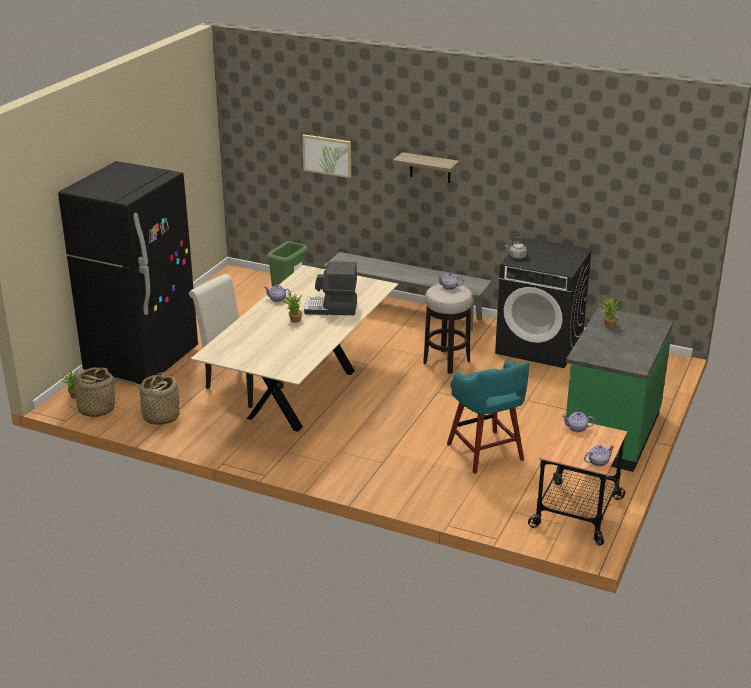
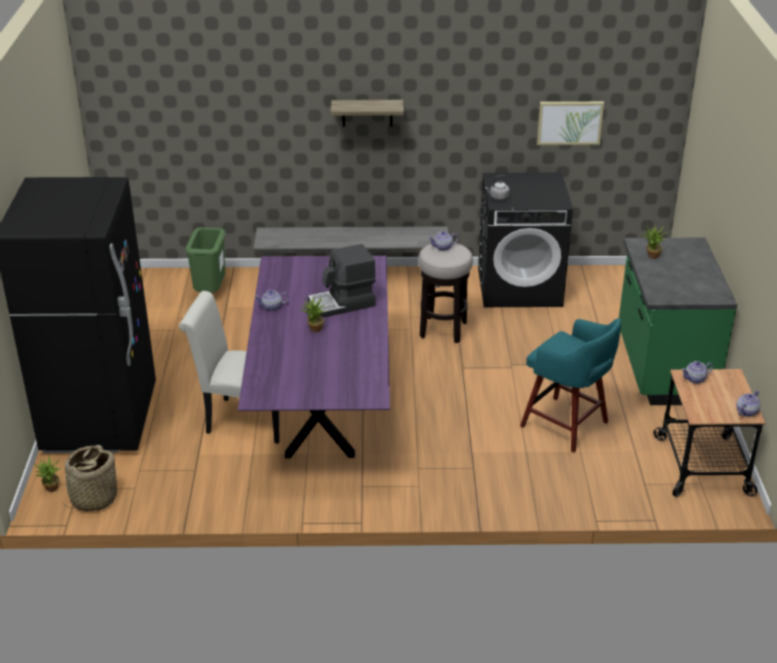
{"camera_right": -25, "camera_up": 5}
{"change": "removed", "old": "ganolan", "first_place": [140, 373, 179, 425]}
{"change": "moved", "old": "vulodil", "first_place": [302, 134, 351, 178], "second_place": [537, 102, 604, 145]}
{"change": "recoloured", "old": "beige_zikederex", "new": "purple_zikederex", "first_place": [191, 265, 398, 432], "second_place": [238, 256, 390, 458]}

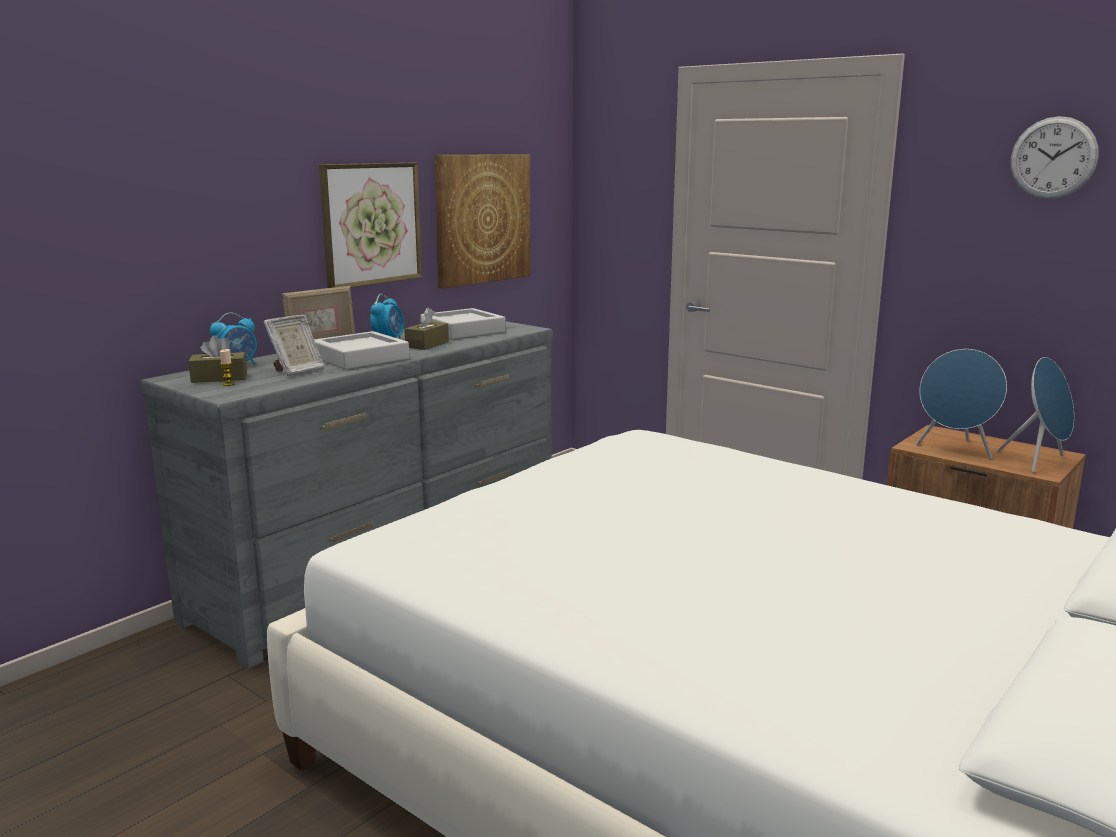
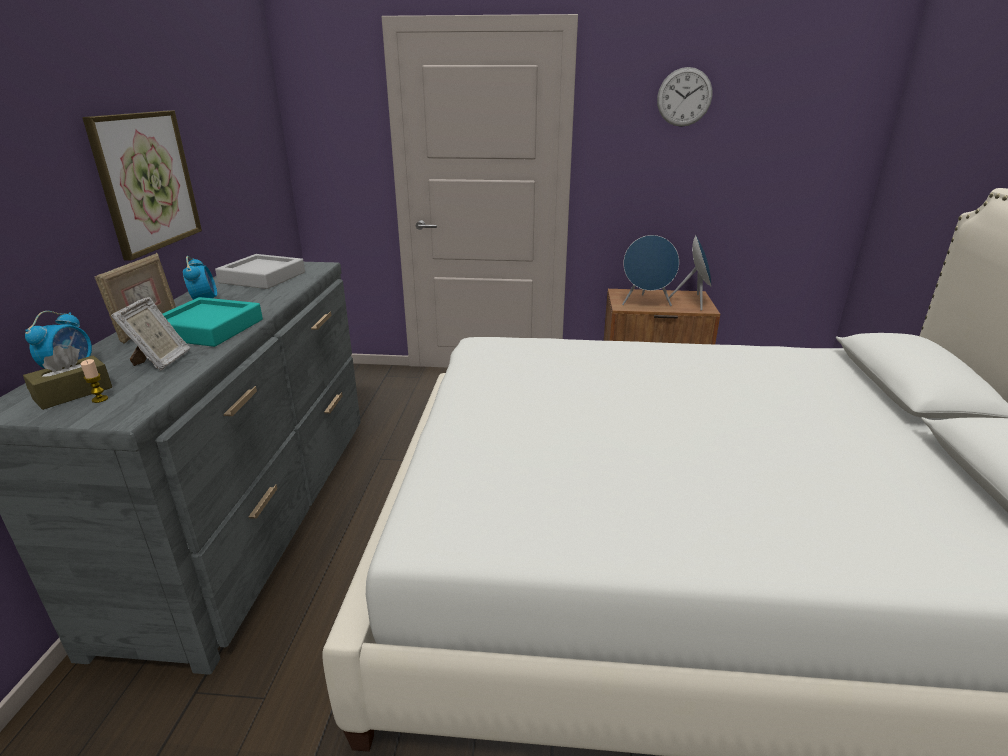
{"camera_right": -35, "camera_up": 10}
{"change": "removed", "old": "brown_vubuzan", "first_place": [404, 307, 449, 350]}
{"change": "removed", "old": "vulodil", "first_place": [435, 154, 530, 289]}
{"change": "recoloured", "old": "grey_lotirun", "new": "turquoise_lotirun", "first_place": [314, 331, 409, 370], "second_place": [163, 297, 263, 347]}

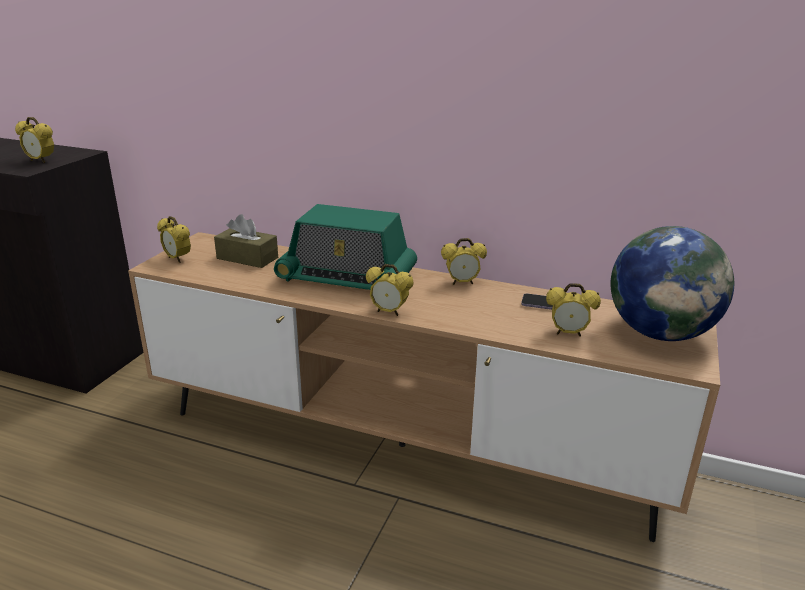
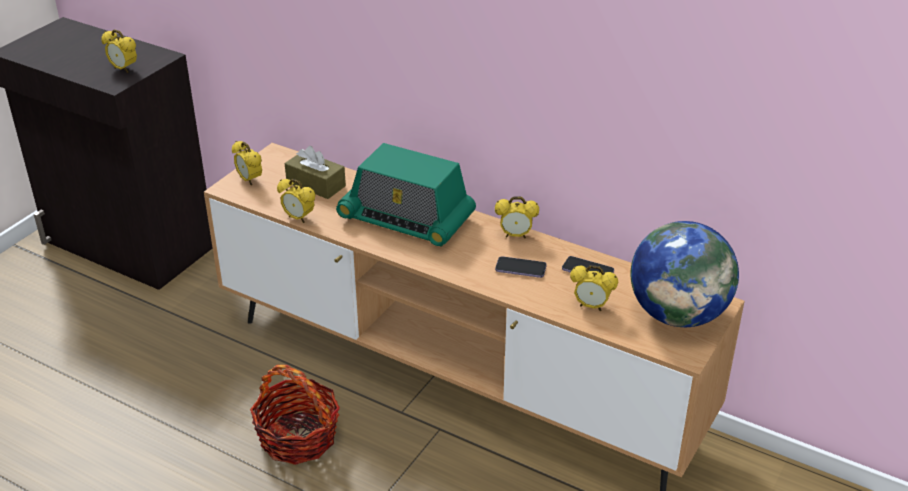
{"camera_right": 10, "camera_up": 10}
{"change": "added", "new": "ganolan", "second_place": [250, 365, 340, 465]}
{"change": "added", "new": "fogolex", "second_place": [495, 256, 547, 278]}
{"change": "moved", "old": "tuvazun", "first_place": [366, 264, 413, 316], "second_place": [277, 179, 315, 223]}

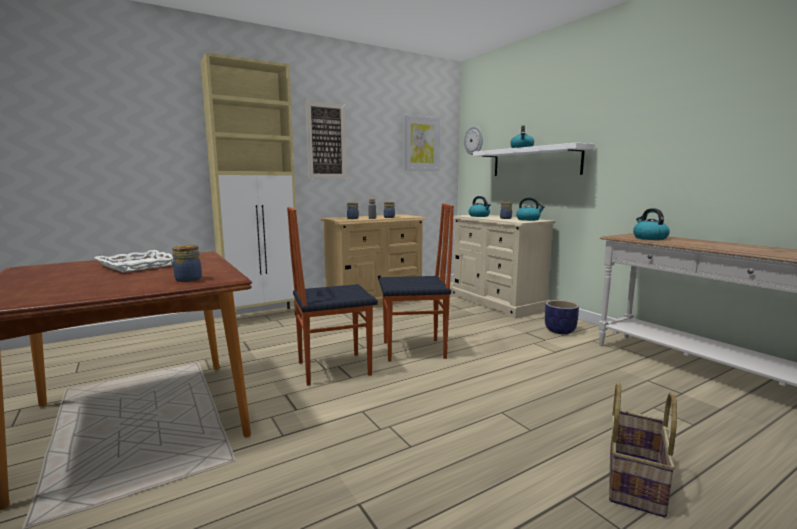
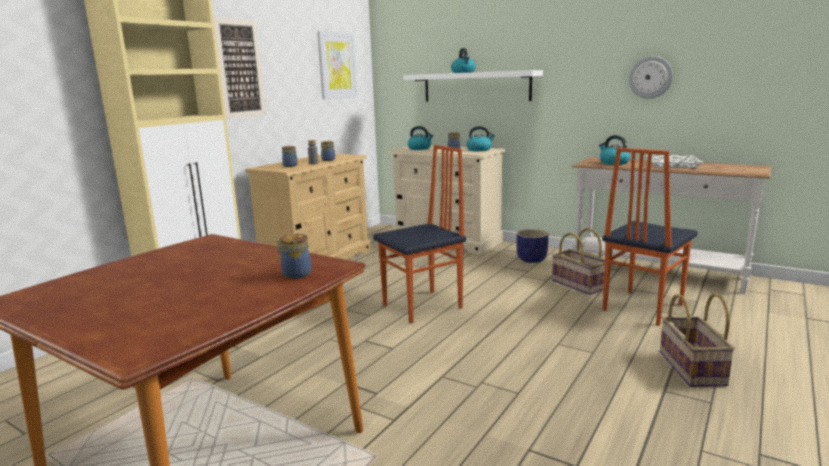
{"camera_right": -25, "camera_up": 5}
{"change": "added", "new": "ganolan", "second_place": [552, 228, 605, 295]}
{"change": "moved", "old": "white_lotirun", "first_place": [94, 250, 174, 273], "second_place": [646, 155, 704, 168]}
{"change": "moved", "old": "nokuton", "first_place": [287, 207, 378, 386], "second_place": [602, 148, 697, 326]}
{"change": "moved", "old": "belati", "first_place": [464, 126, 483, 155], "second_place": [628, 56, 673, 99]}

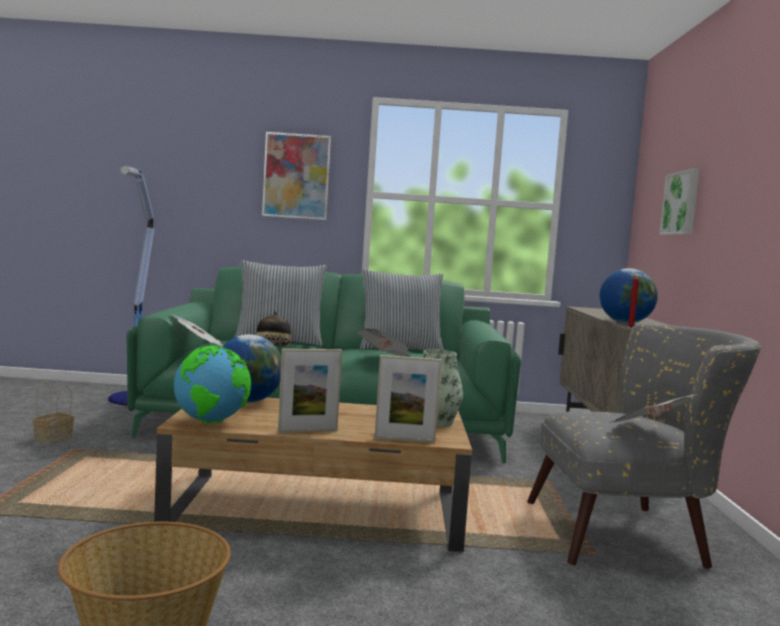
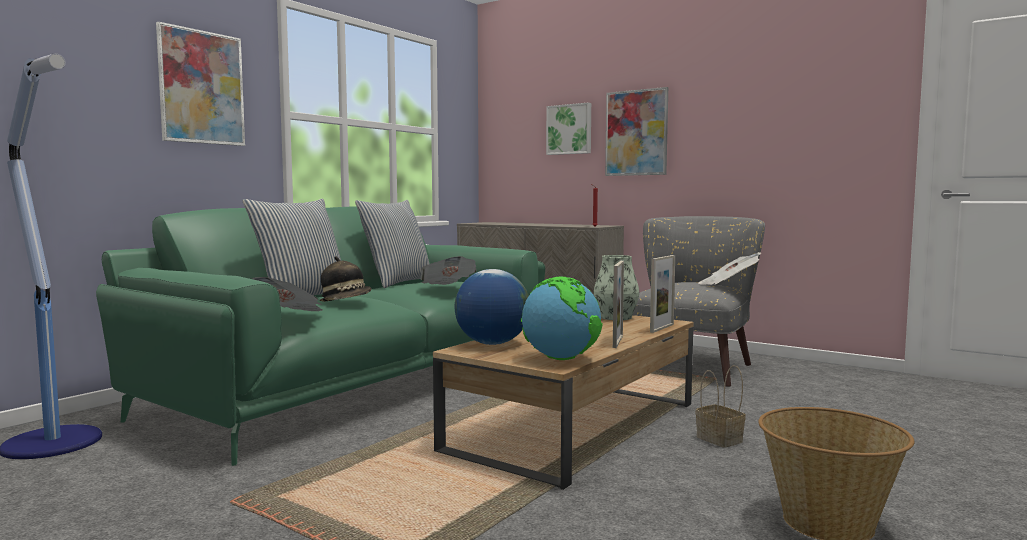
{"camera_right": -55, "camera_up": 0}
{"change": "removed", "old": "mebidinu", "first_place": [600, 268, 658, 323]}
{"change": "added", "new": "vulodil", "second_place": [605, 87, 668, 176]}
{"change": "moved", "old": "ganolan", "first_place": [33, 381, 74, 445], "second_place": [696, 365, 746, 448]}

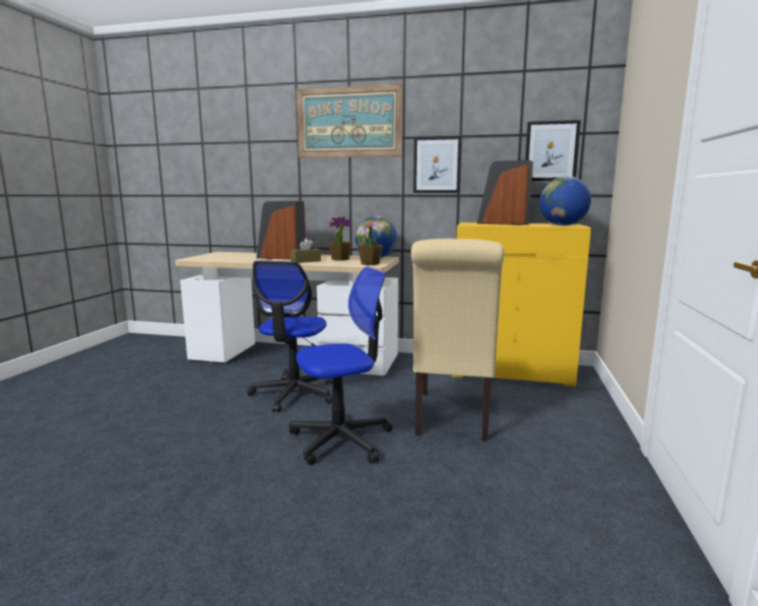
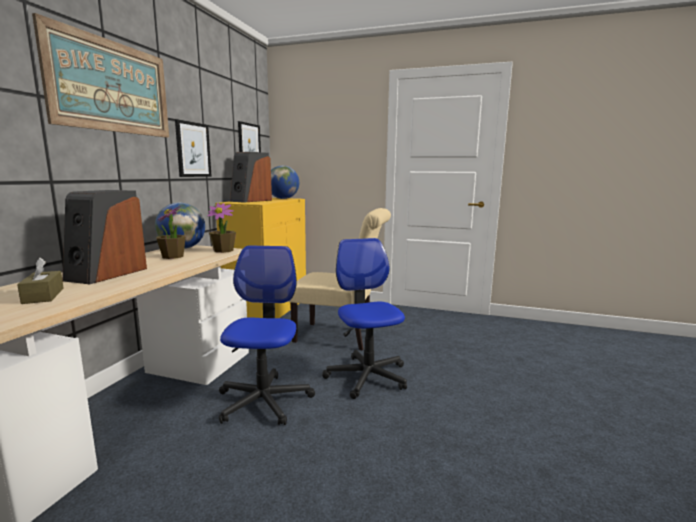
{"camera_right": -85, "camera_up": 0}
{"change": "moved", "old": "brown_vubuzan", "first_place": [290, 238, 321, 263], "second_place": [17, 258, 64, 304]}
{"change": "turned", "old": "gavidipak", "first_place": [247, 260, 333, 412], "second_place": [219, 246, 315, 425], "degrees": -105}

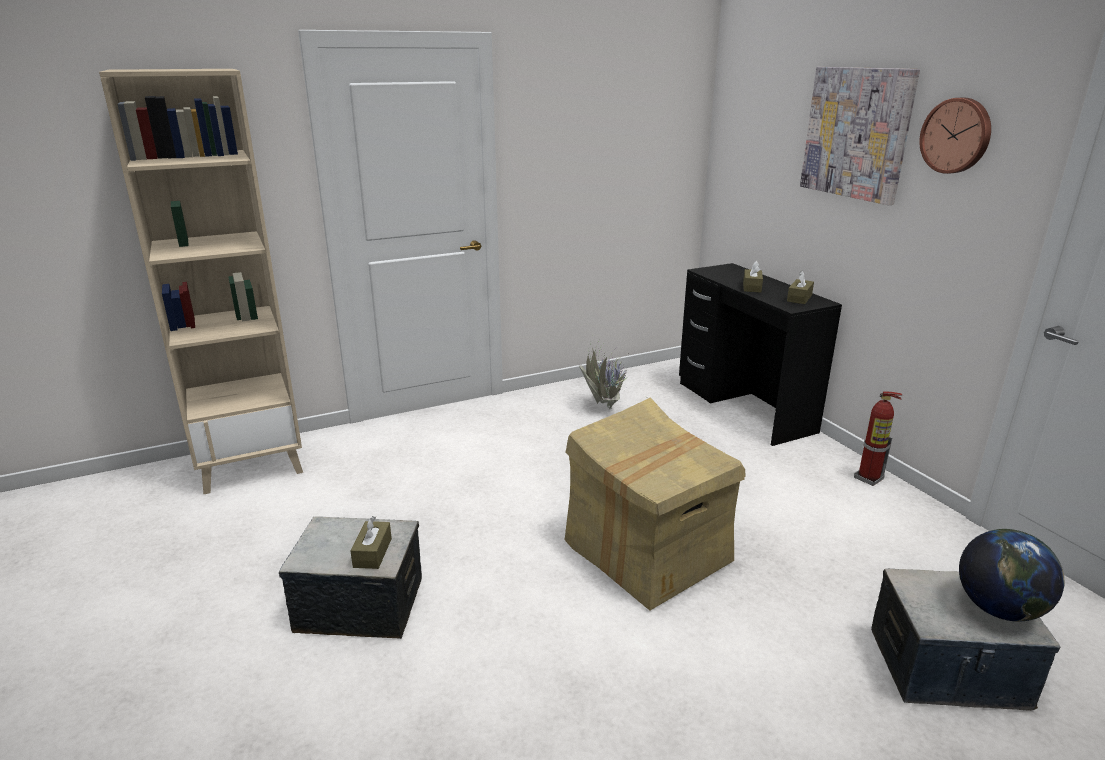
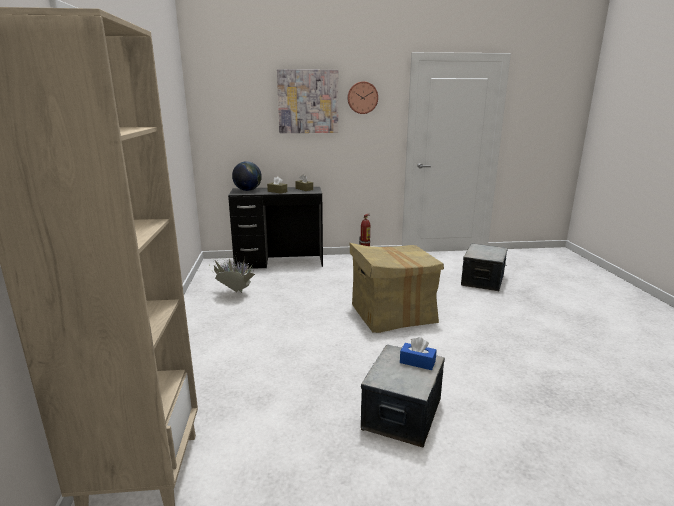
{"camera_right": -70, "camera_up": -5}
{"change": "moved", "old": "mebidinu", "first_place": [959, 529, 1064, 622], "second_place": [232, 161, 262, 191]}
{"change": "recoloured", "old": "brown_vubuzan", "new": "blue_vubuzan", "first_place": [350, 516, 392, 569], "second_place": [400, 337, 437, 370]}

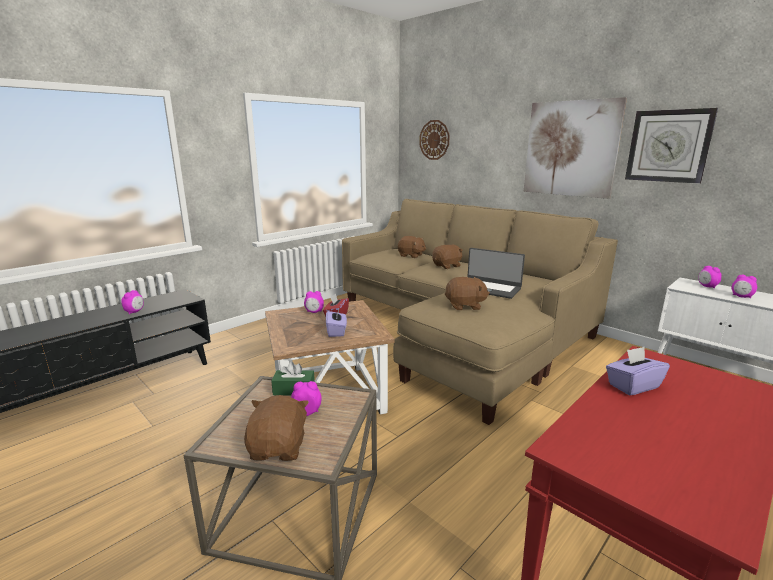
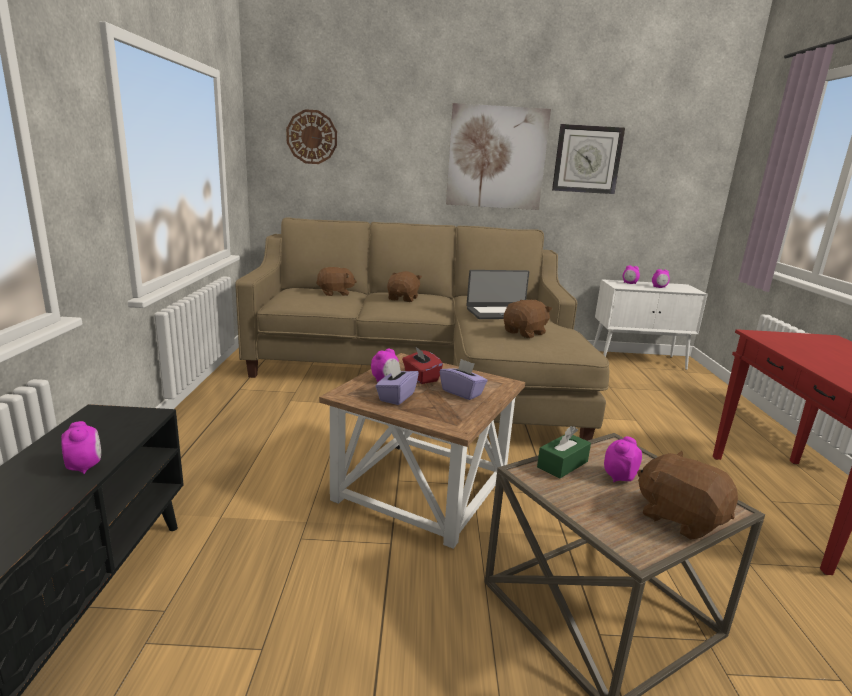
{"camera_right": -45, "camera_up": 0}
{"change": "moved", "old": "purple_vubuzan", "first_place": [606, 347, 670, 395], "second_place": [375, 362, 419, 405]}

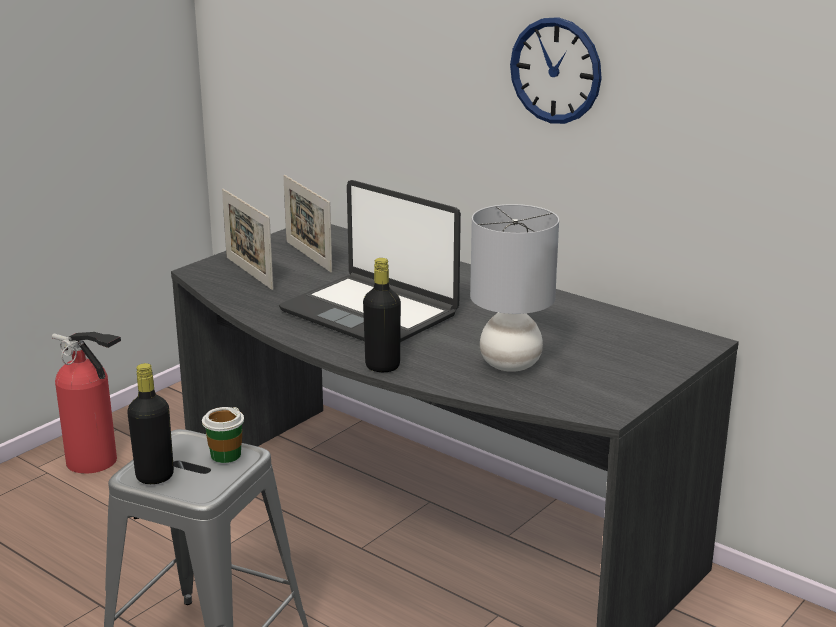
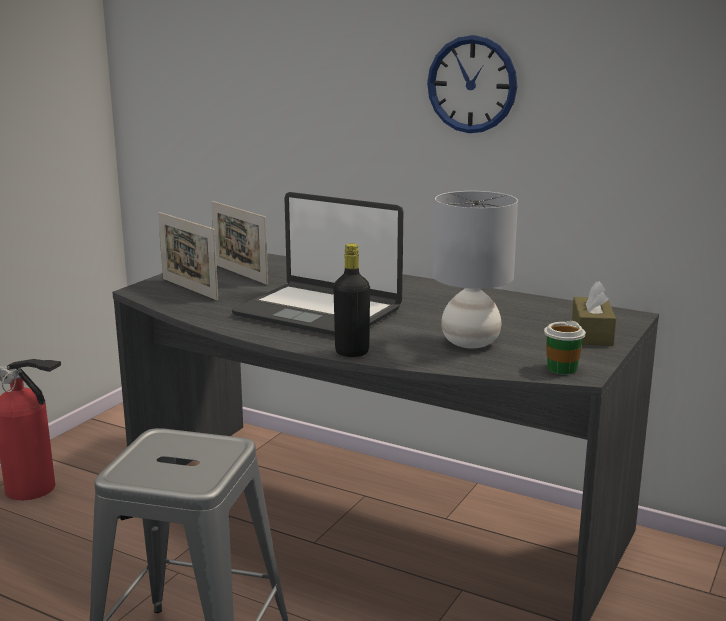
{"camera_right": -10, "camera_up": -5}
{"change": "removed", "old": "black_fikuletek", "first_place": [127, 363, 174, 484]}
{"change": "added", "new": "brown_vubuzan", "second_place": [572, 281, 616, 346]}
{"change": "moved", "old": "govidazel", "first_place": [202, 407, 244, 463], "second_place": [544, 321, 586, 375]}

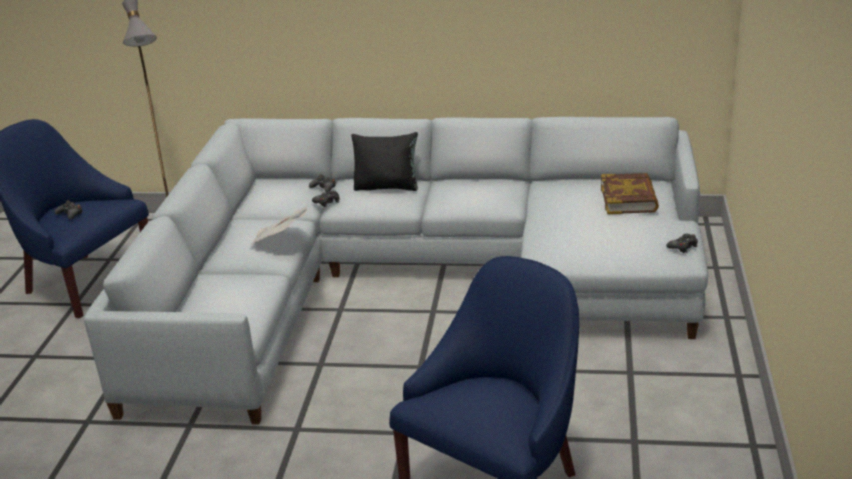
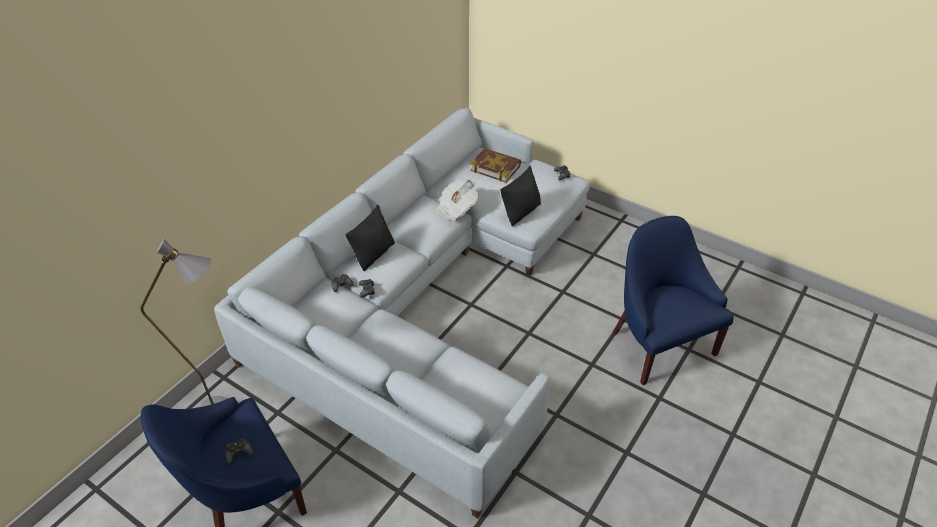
{"camera_right": -65, "camera_up": 15}
{"change": "added", "new": "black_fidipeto", "second_place": [500, 166, 541, 226]}
{"change": "moved", "old": "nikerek", "first_place": [251, 206, 307, 244], "second_place": [434, 179, 478, 221]}

